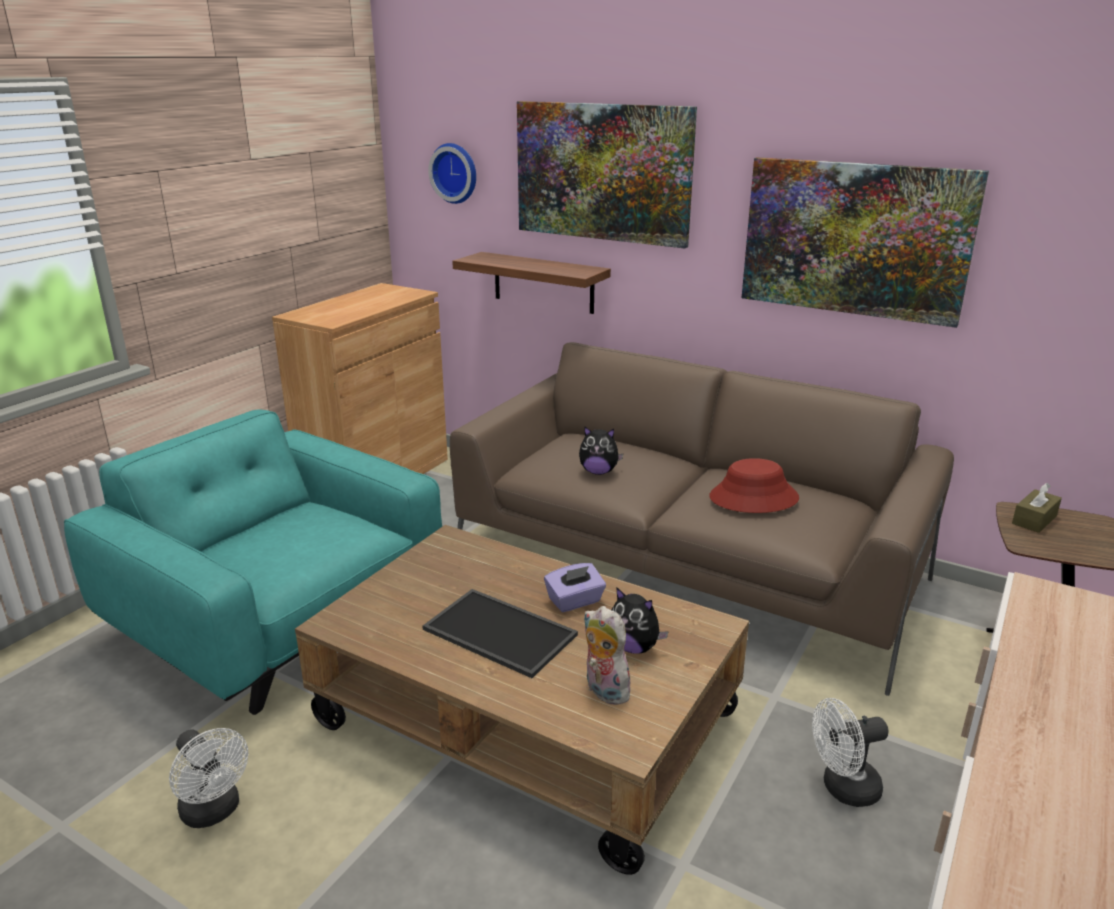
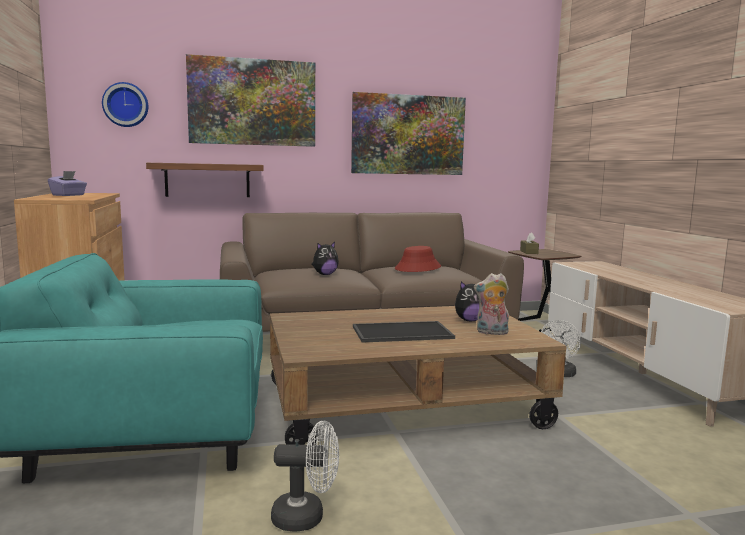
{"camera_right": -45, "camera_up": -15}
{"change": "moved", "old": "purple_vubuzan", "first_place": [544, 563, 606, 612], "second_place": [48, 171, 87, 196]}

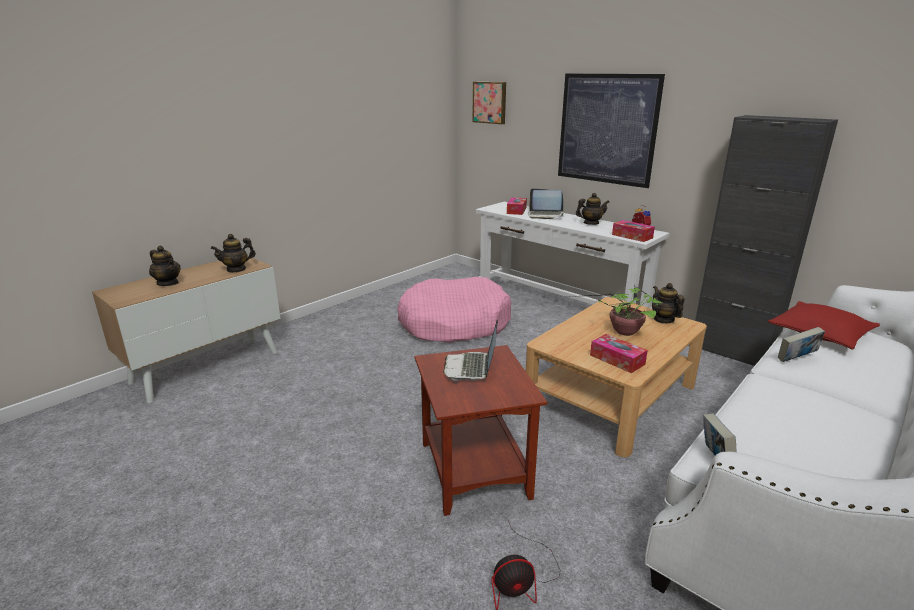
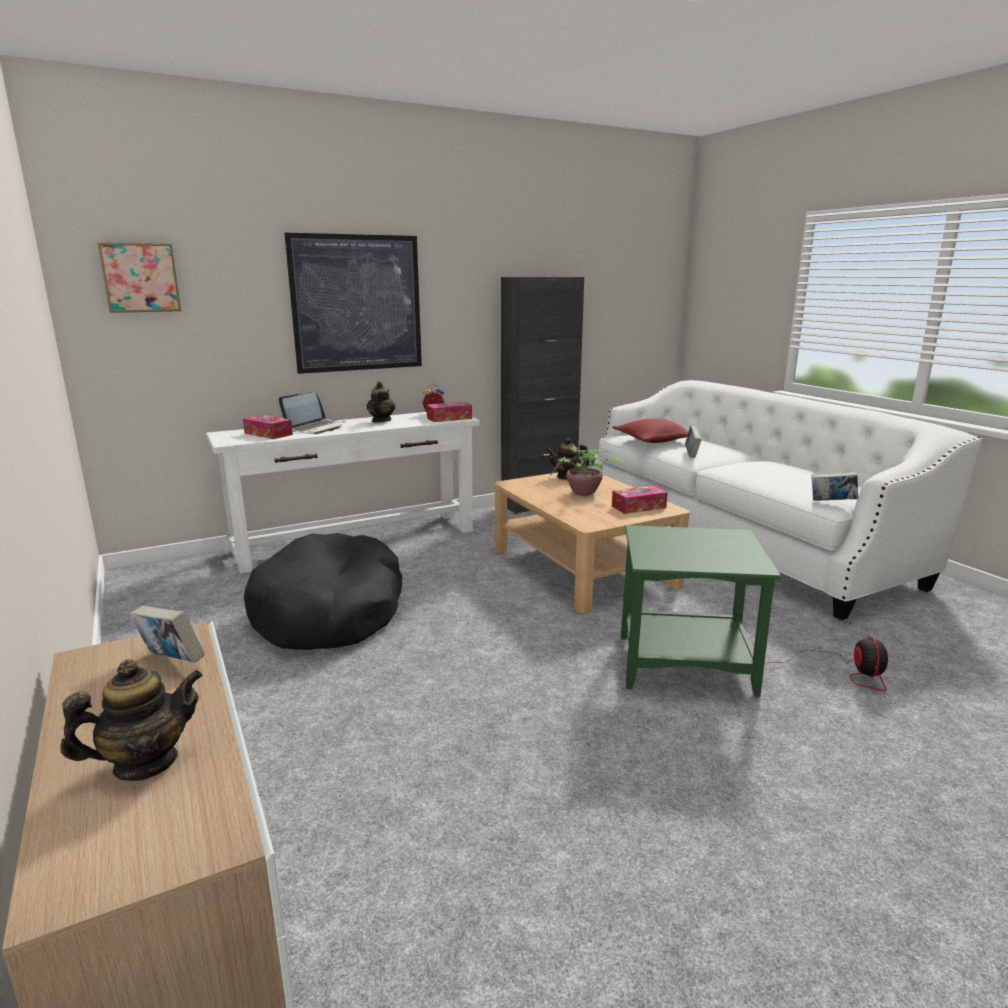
{"camera_right": -70, "camera_up": -5}
{"change": "removed", "old": "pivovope", "first_place": [443, 320, 498, 381]}
{"change": "replaced", "old": "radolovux", "new": "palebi", "first_place": [211, 234, 256, 273], "second_place": [130, 606, 205, 663]}
{"change": "recoloured", "old": "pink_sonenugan", "new": "black_sonenugan", "first_place": [398, 277, 511, 343], "second_place": [244, 533, 402, 650]}
{"change": "recoloured", "old": "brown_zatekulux", "new": "green_zatekulux", "first_place": [415, 345, 547, 516], "second_place": [621, 525, 781, 697]}

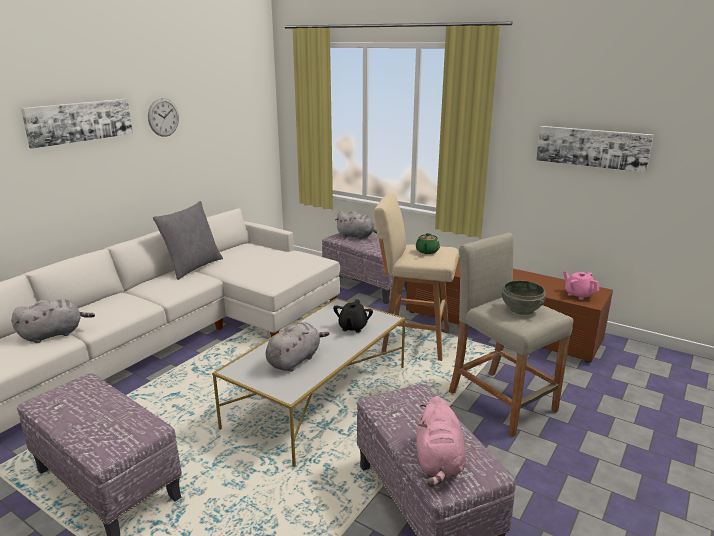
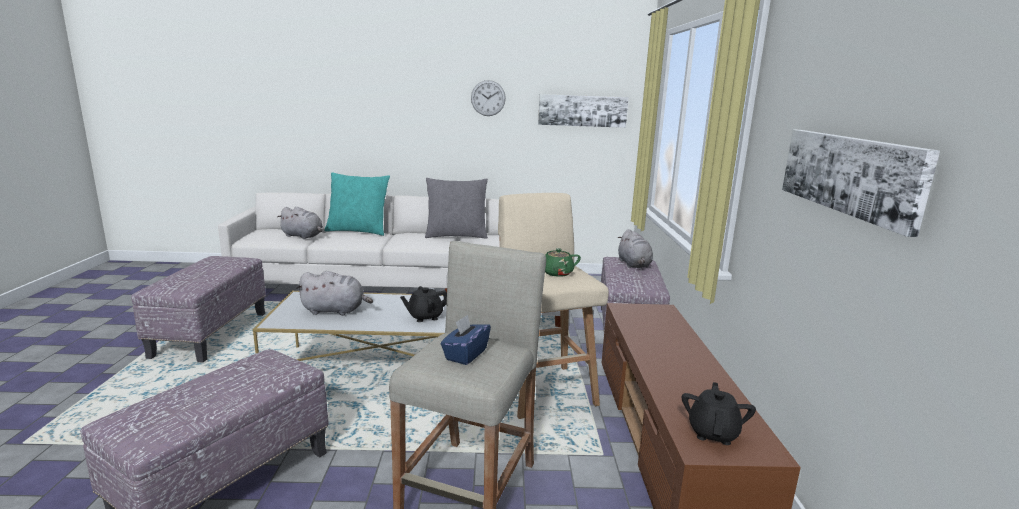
{"camera_right": 55, "camera_up": -5}
{"change": "removed", "old": "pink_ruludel", "first_place": [417, 396, 466, 487]}
{"change": "added", "new": "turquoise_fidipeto", "second_place": [324, 172, 390, 236]}
{"change": "moved", "old": "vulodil", "first_place": [21, 99, 133, 149], "second_place": [538, 94, 629, 128]}
{"change": "replaced", "old": "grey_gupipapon", "new": "blue_vubuzan", "first_place": [502, 281, 546, 315], "second_place": [441, 315, 491, 365]}
{"change": "recoloured", "old": "pink_radolovux", "new": "black_radolovux", "first_place": [563, 271, 599, 300], "second_place": [682, 382, 756, 445]}

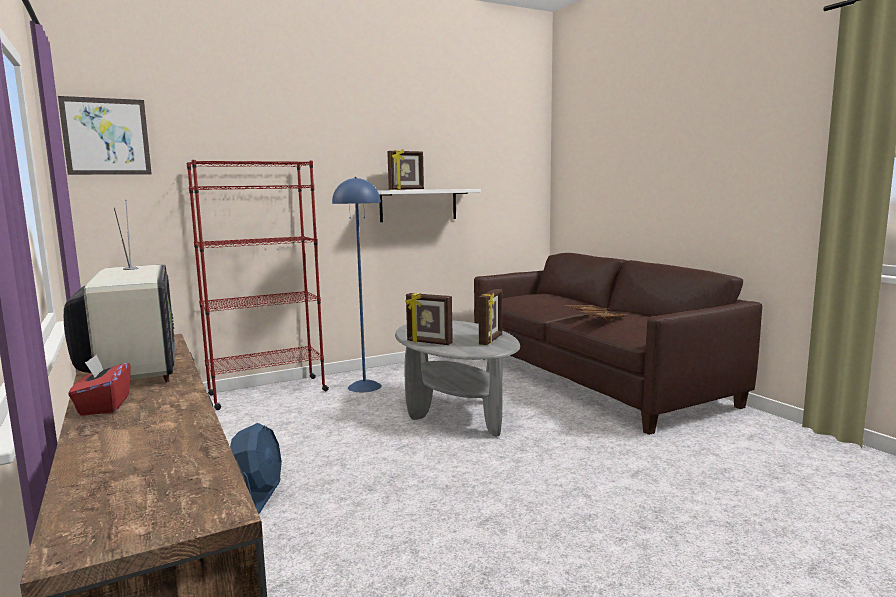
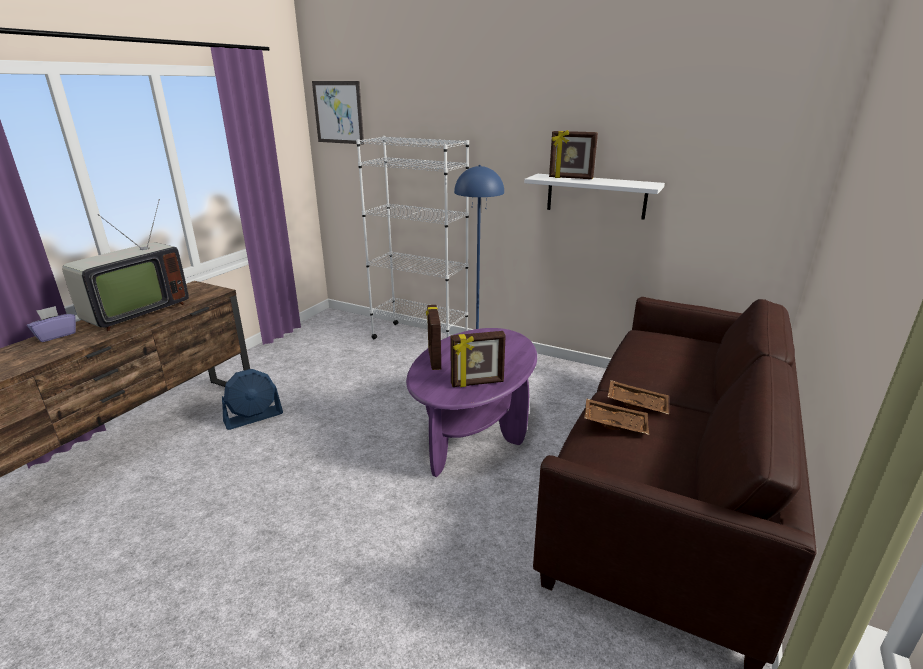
{"camera_right": 55, "camera_up": 15}
{"change": "recoloured", "old": "red_vubuzan", "new": "purple_vubuzan", "first_place": [68, 355, 131, 416], "second_place": [27, 306, 76, 342]}
{"change": "recoloured", "old": "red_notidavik", "new": "white_notidavik", "first_place": [187, 160, 329, 410], "second_place": [356, 136, 469, 339]}
{"change": "recoloured", "old": "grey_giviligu", "new": "purple_giviligu", "first_place": [395, 320, 520, 437], "second_place": [406, 328, 537, 477]}

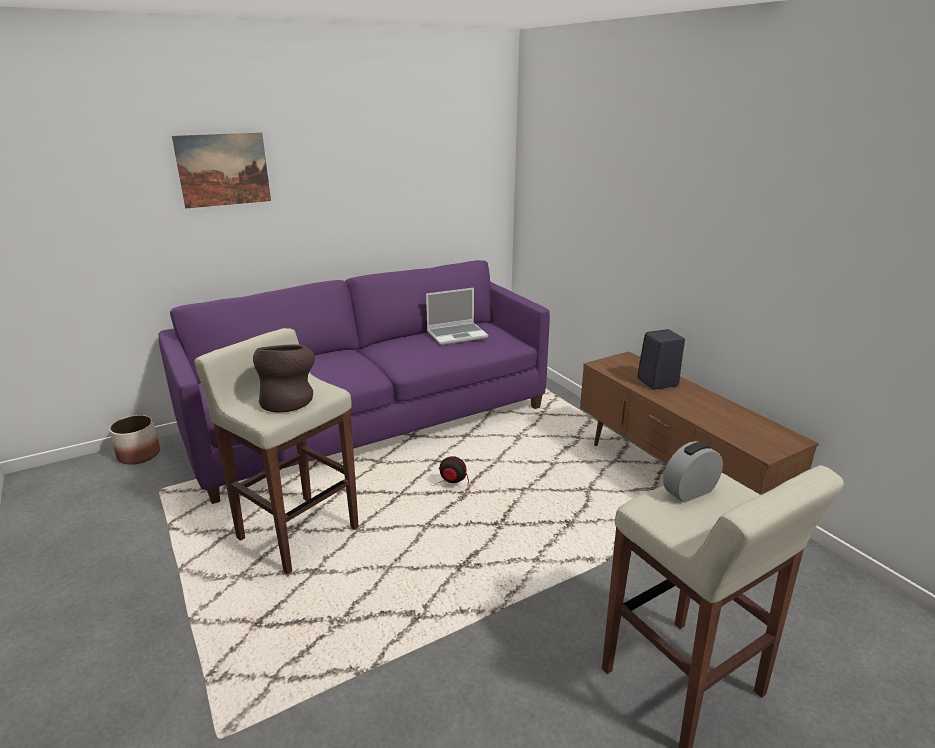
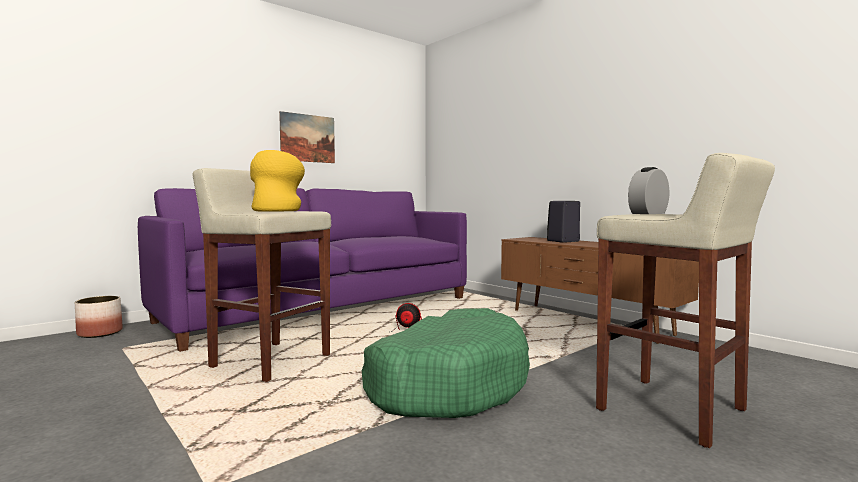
{"camera_right": -10, "camera_up": -20}
{"change": "removed", "old": "pivovope", "first_place": [426, 288, 488, 345]}
{"change": "added", "new": "green_sonenugan", "second_place": [362, 308, 530, 418]}
{"change": "moved", "old": "vulodil", "first_place": [172, 132, 271, 208], "second_place": [279, 111, 335, 163]}
{"change": "recoloured", "old": "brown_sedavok", "new": "yellow_sedavok", "first_place": [253, 344, 315, 413], "second_place": [250, 150, 305, 212]}

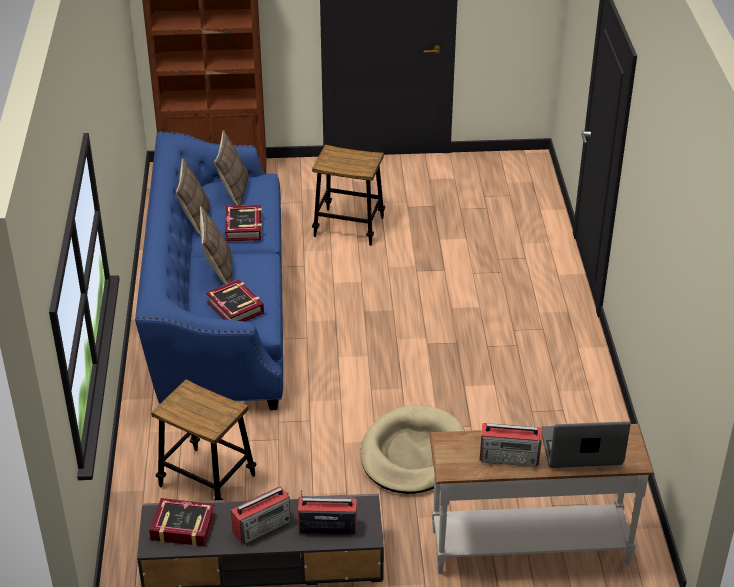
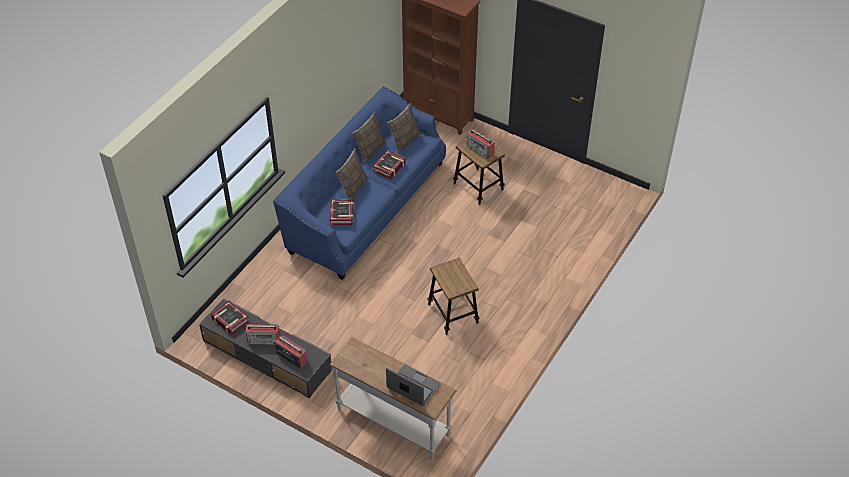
{"camera_right": 35, "camera_up": 10}
{"change": "removed", "old": "beige_sonenugan", "first_place": [360, 405, 465, 494]}
{"change": "moved", "old": "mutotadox", "first_place": [151, 379, 257, 501], "second_place": [427, 258, 480, 335]}
{"change": "moved", "old": "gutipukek", "first_place": [480, 423, 542, 467], "second_place": [467, 129, 495, 159]}

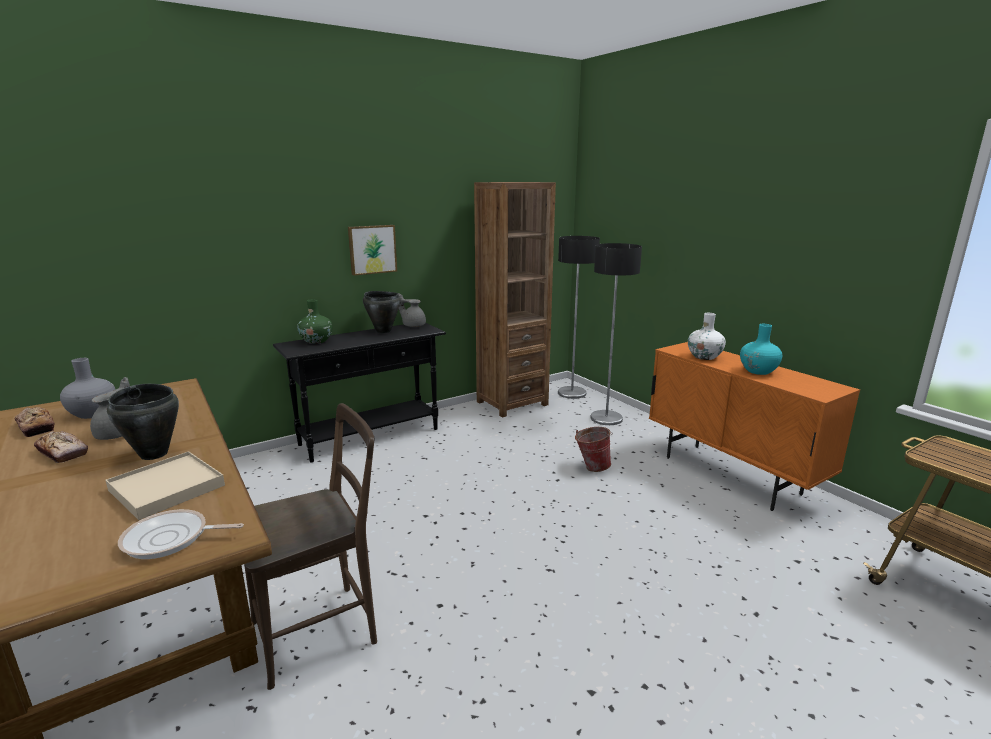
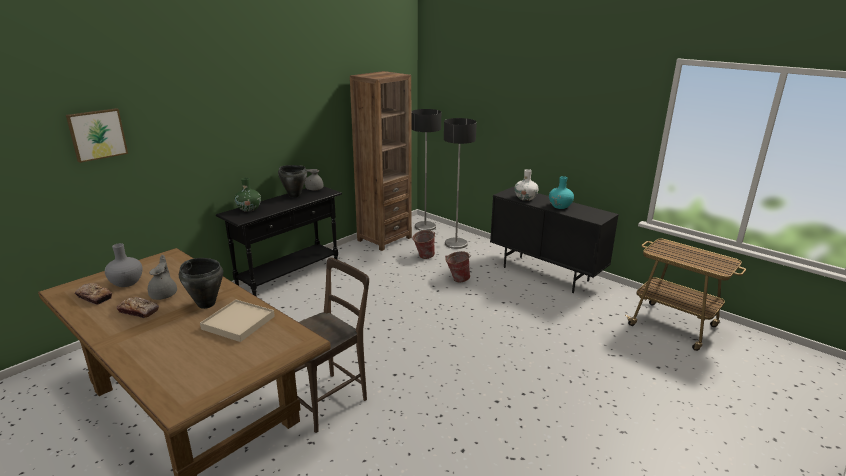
{"camera_right": -15, "camera_up": 5}
{"change": "removed", "old": "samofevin", "first_place": [118, 509, 244, 559]}
{"change": "added", "new": "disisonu", "second_place": [412, 230, 435, 259]}
{"change": "moved", "old": "vulodil", "first_place": [348, 225, 397, 276], "second_place": [66, 108, 128, 163]}
{"change": "recoloured", "old": "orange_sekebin", "new": "black_sekebin", "first_place": [649, 342, 860, 511], "second_place": [490, 187, 619, 293]}

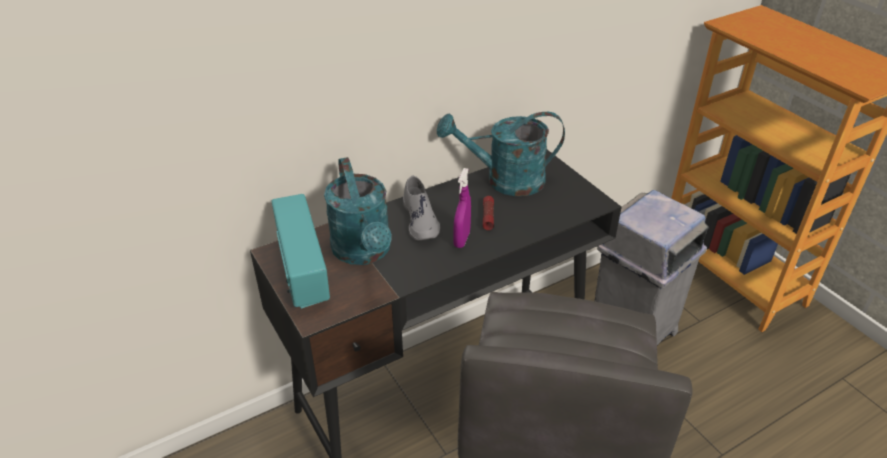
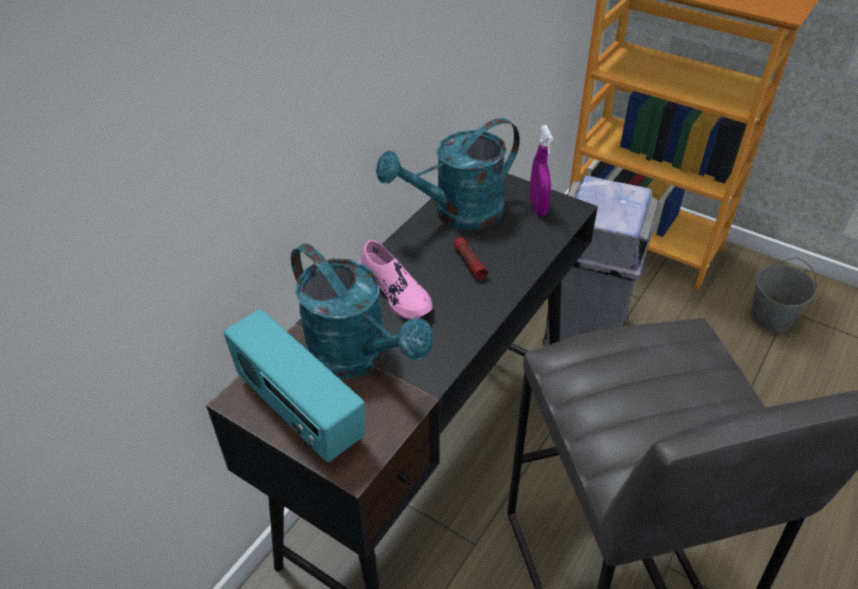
{"camera_right": -25, "camera_up": 5}
{"change": "added", "new": "grey_disisonu", "second_place": [751, 257, 817, 333]}
{"change": "moved", "old": "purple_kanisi", "first_place": [453, 168, 471, 248], "second_place": [529, 125, 553, 216]}
{"change": "recoloured", "old": "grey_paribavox", "new": "pink_paribavox", "first_place": [403, 175, 440, 240], "second_place": [359, 240, 433, 319]}

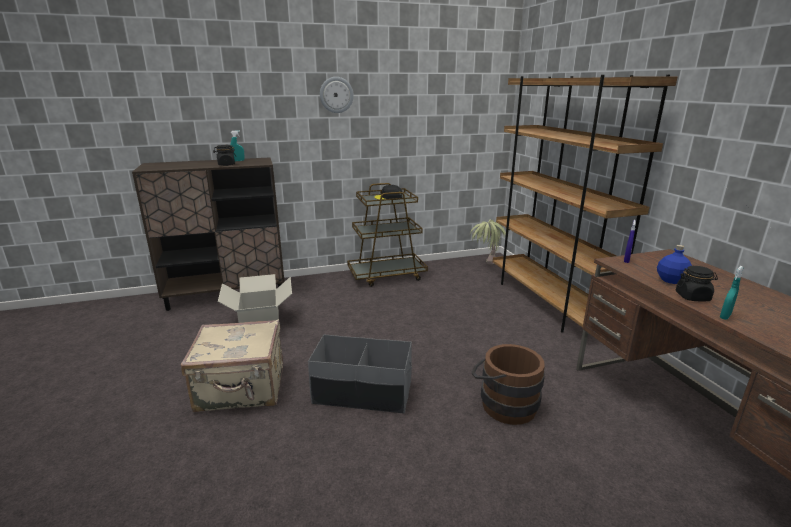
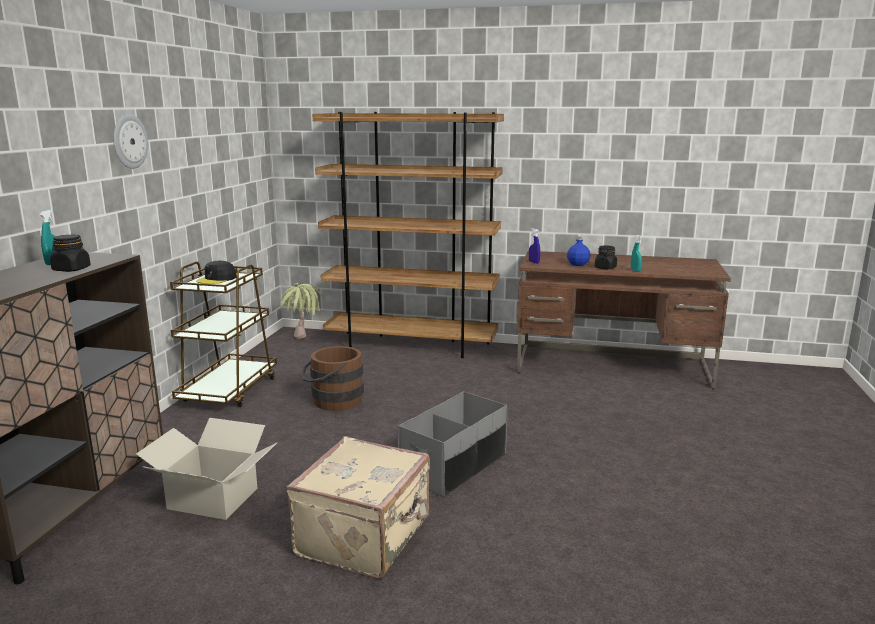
{"camera_right": -60, "camera_up": -5}
{"change": "moved", "old": "brown_disisonu", "first_place": [471, 344, 545, 425], "second_place": [301, 346, 364, 411]}

